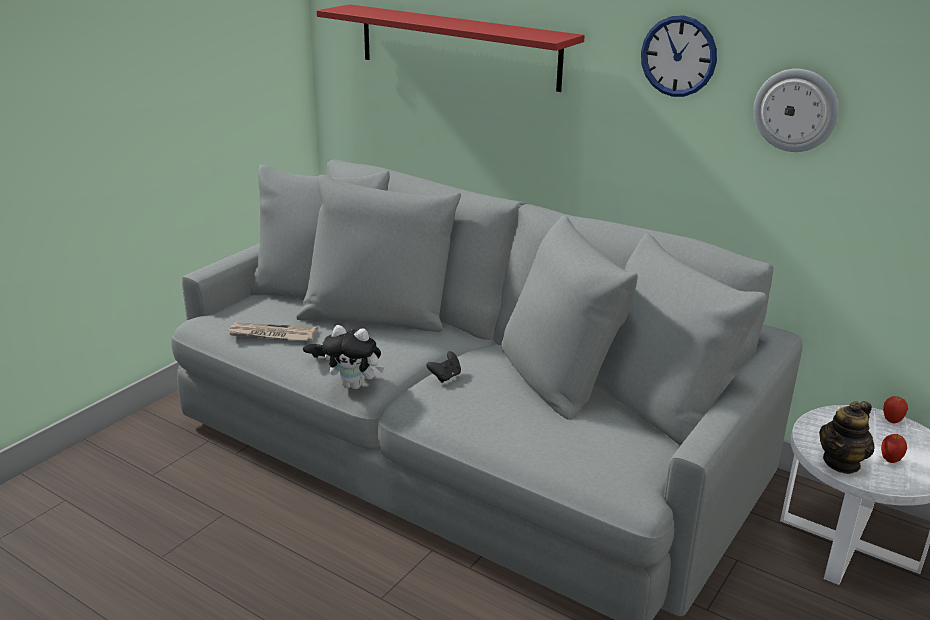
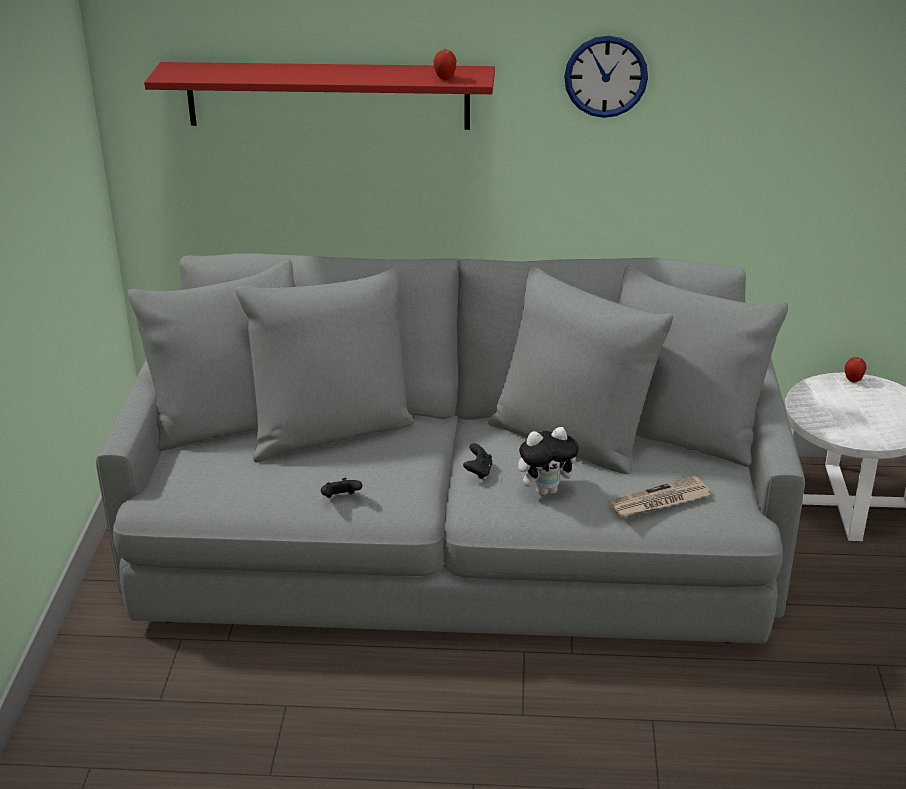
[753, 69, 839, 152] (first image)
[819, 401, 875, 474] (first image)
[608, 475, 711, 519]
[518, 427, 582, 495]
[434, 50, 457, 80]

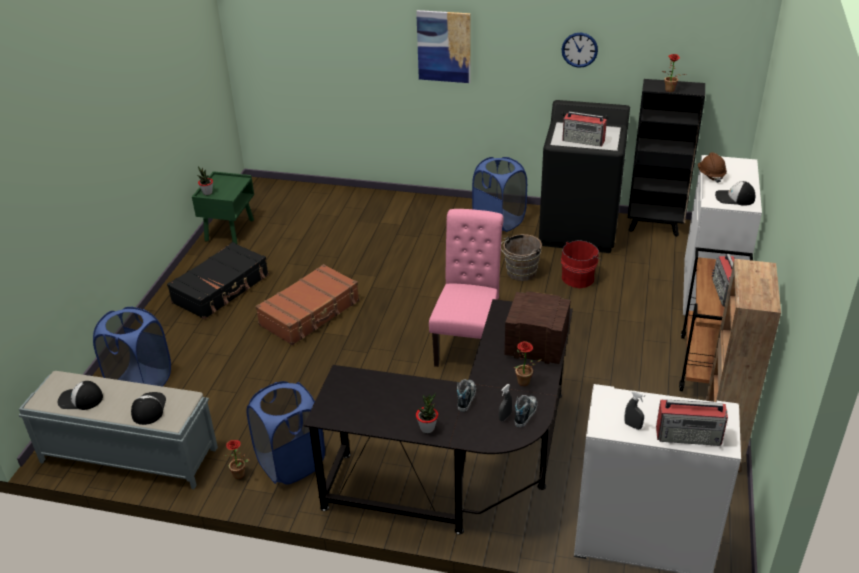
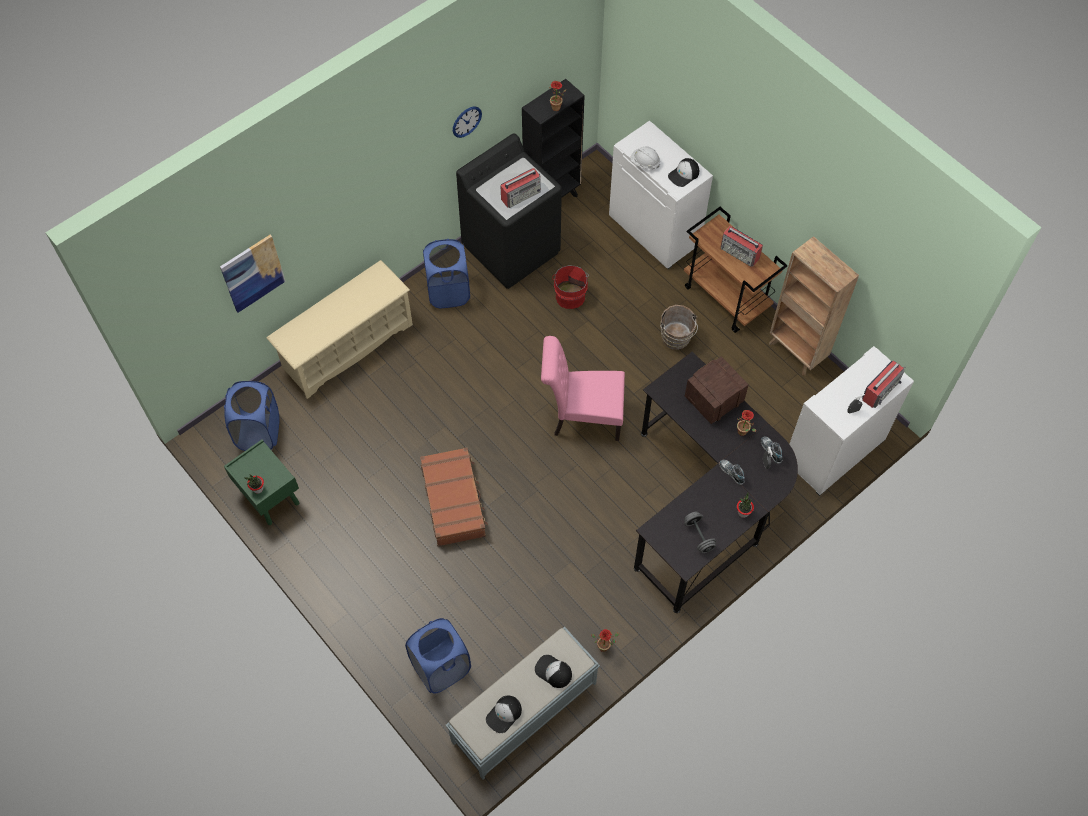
[167, 242, 269, 319] (first image)
[267, 260, 413, 399]
[684, 511, 716, 553]
[224, 381, 279, 451]
[220, 235, 286, 313]
[660, 305, 698, 350]
[630, 146, 660, 169]
[541, 336, 625, 441]

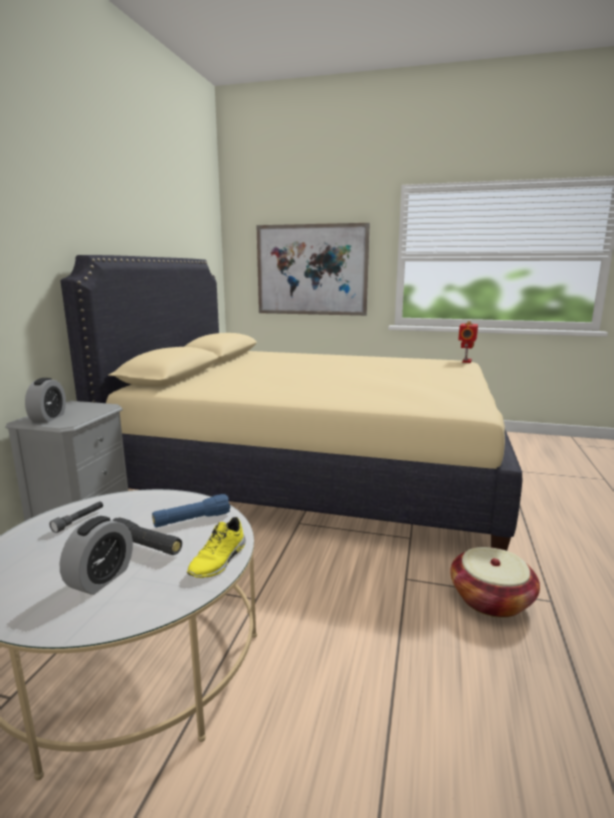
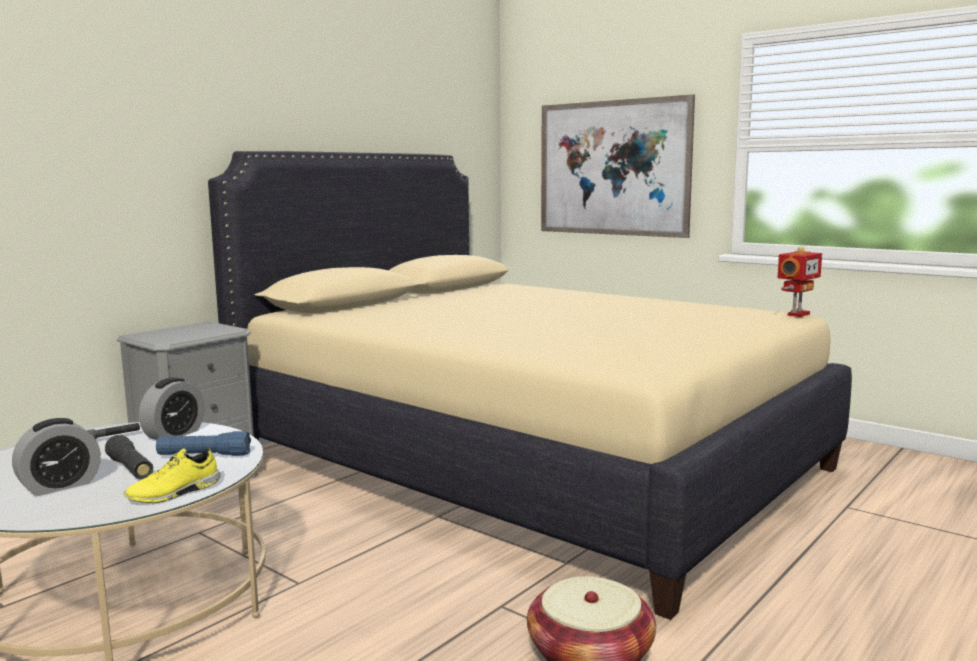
[139, 377, 205, 440]

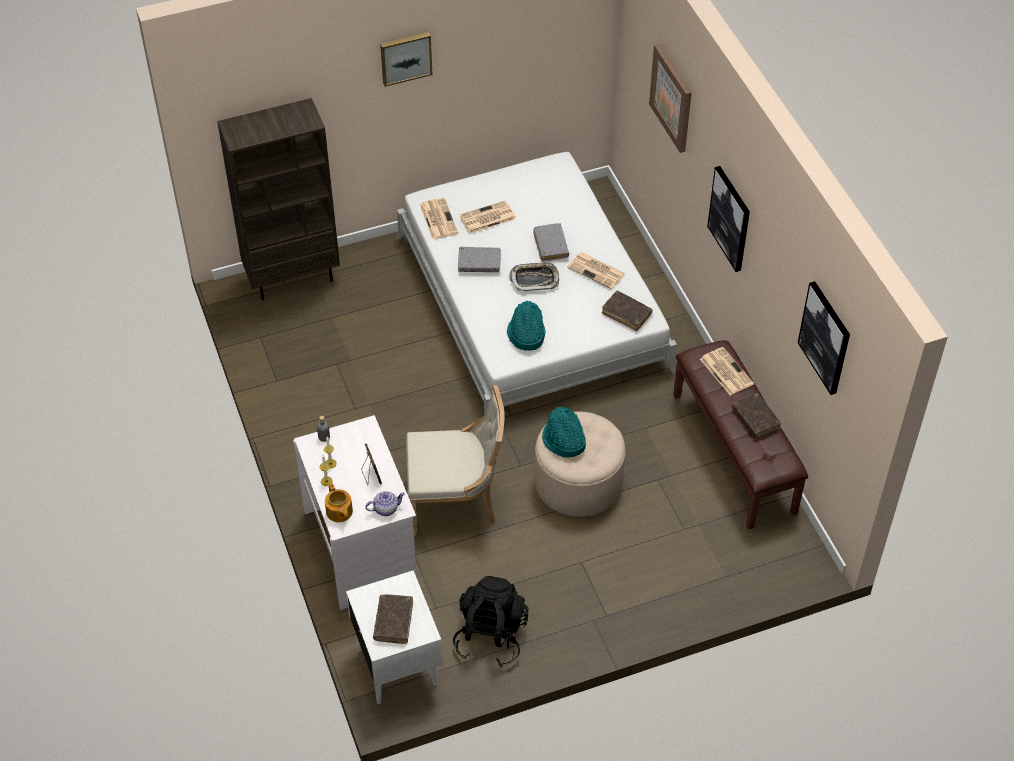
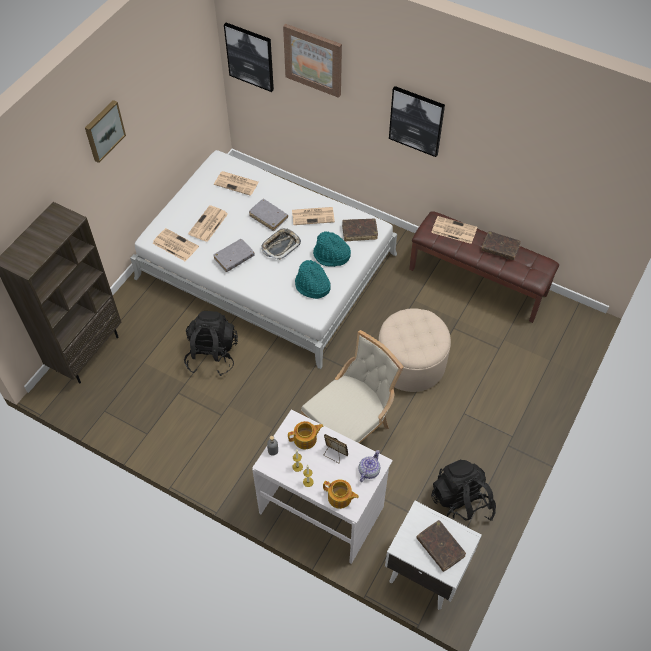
[184, 311, 238, 376]
[214, 171, 259, 196]
[288, 421, 323, 449]
[313, 231, 351, 267]
[224, 23, 274, 92]

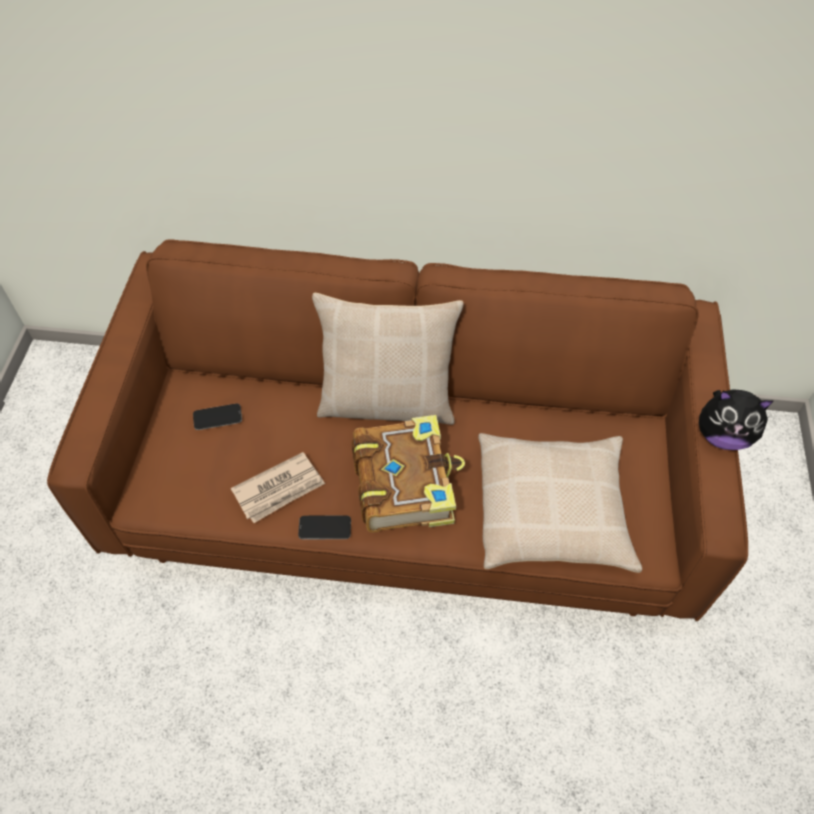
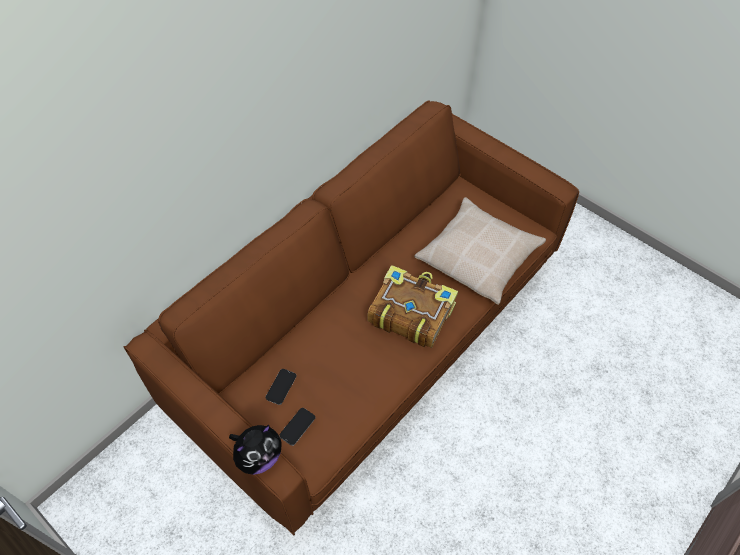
[231, 452, 325, 523] (first image)
[312, 293, 463, 425] (first image)
[279, 408, 315, 446]
[229, 425, 282, 475]

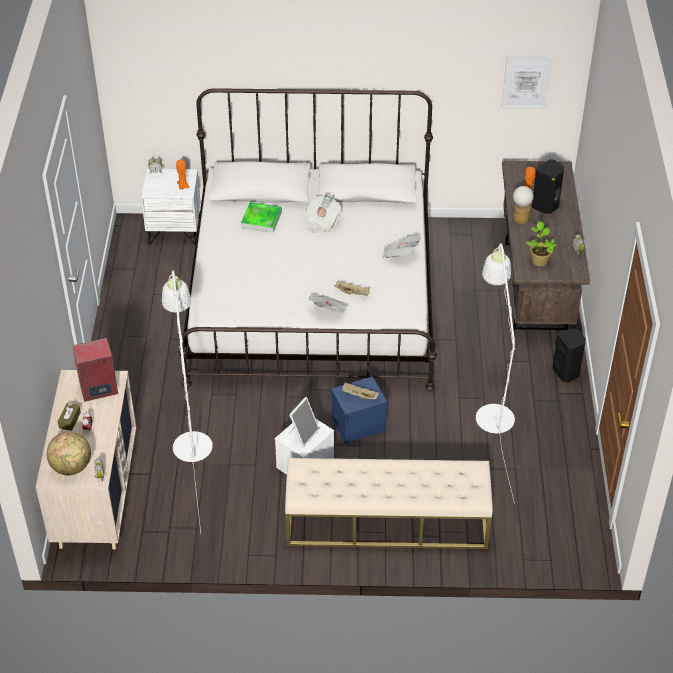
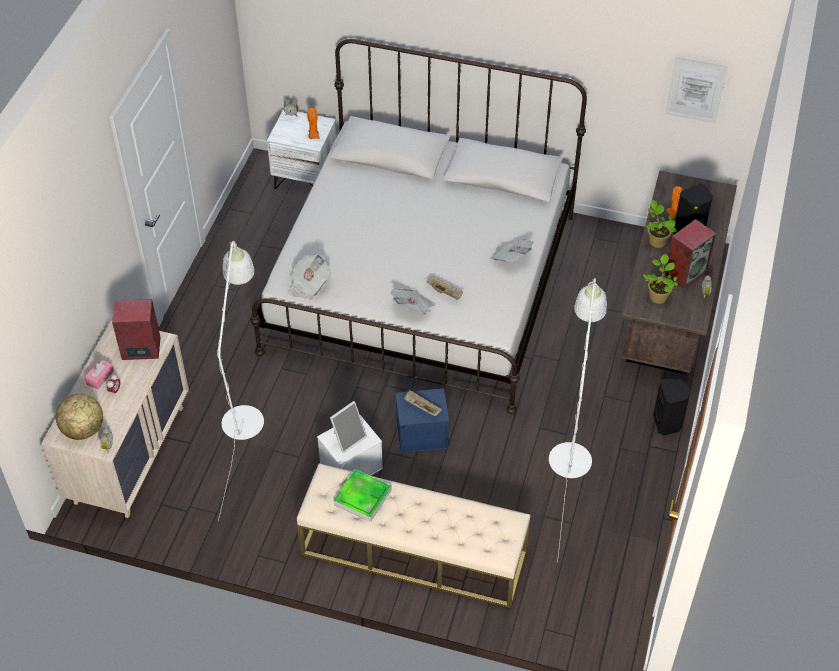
[664, 219, 716, 289]
[333, 469, 392, 522]
[289, 254, 331, 300]
[646, 200, 677, 248]
[85, 359, 114, 390]

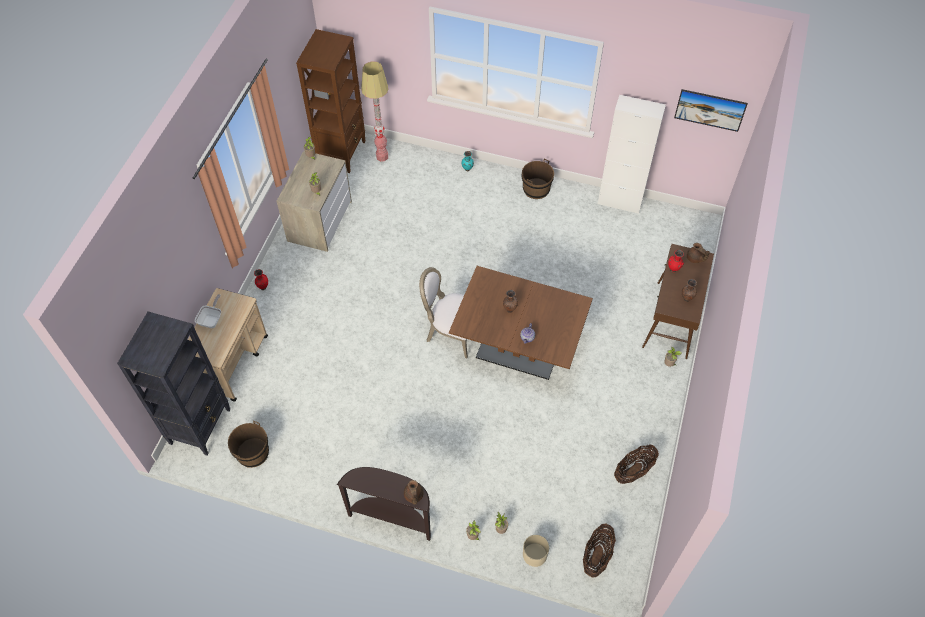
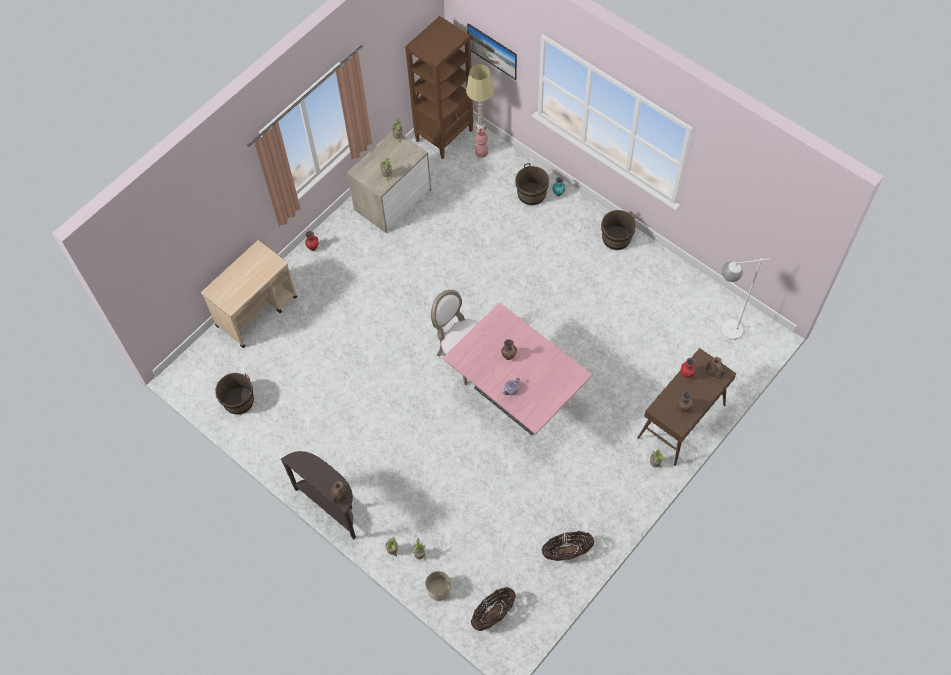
[117, 312, 230, 456] (first image)
[195, 294, 221, 328] (first image)
[598, 95, 666, 214] (first image)
[515, 163, 549, 205]
[721, 258, 770, 340]
[467, 23, 517, 80]
[443, 302, 592, 435]

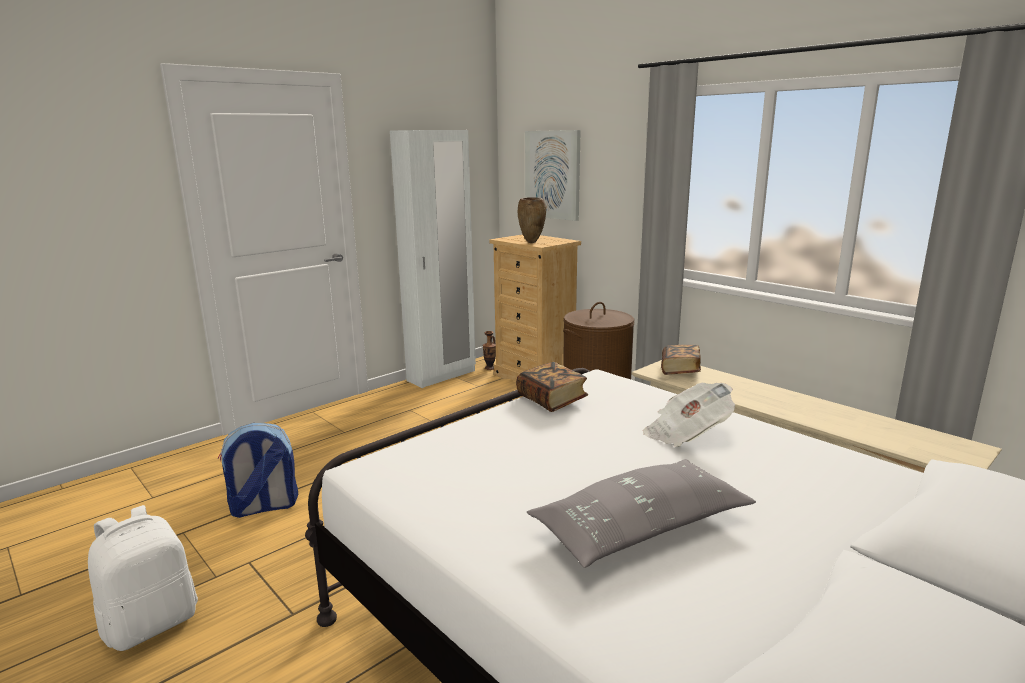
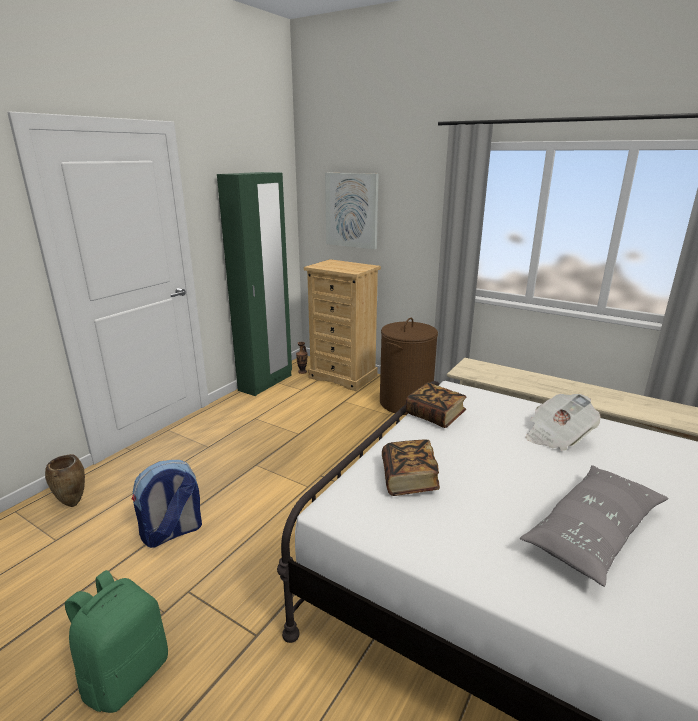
[45, 454, 85, 507]
[382, 440, 440, 496]
[65, 570, 168, 713]
[217, 172, 292, 396]

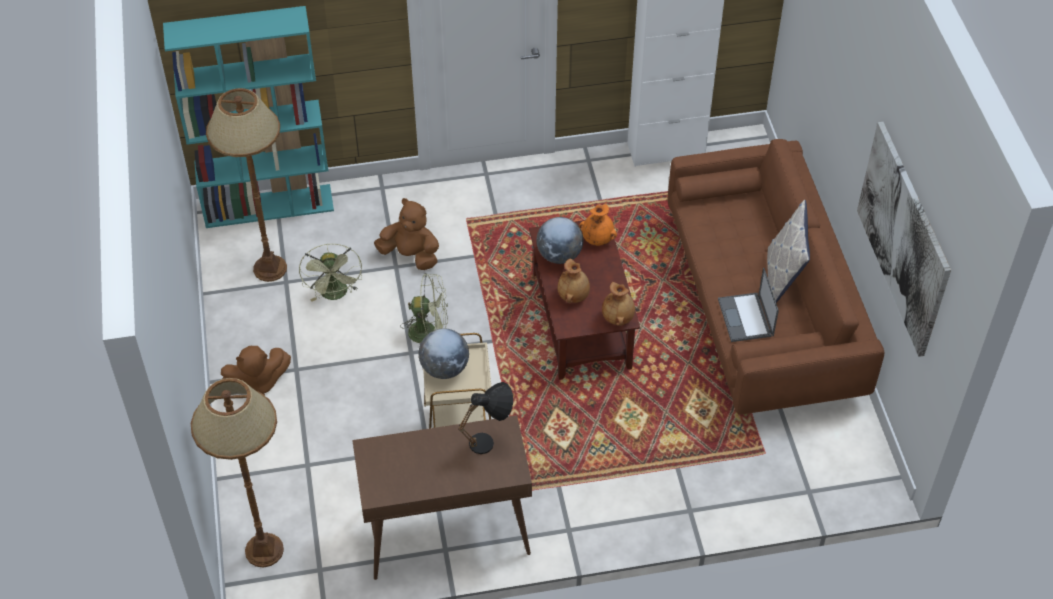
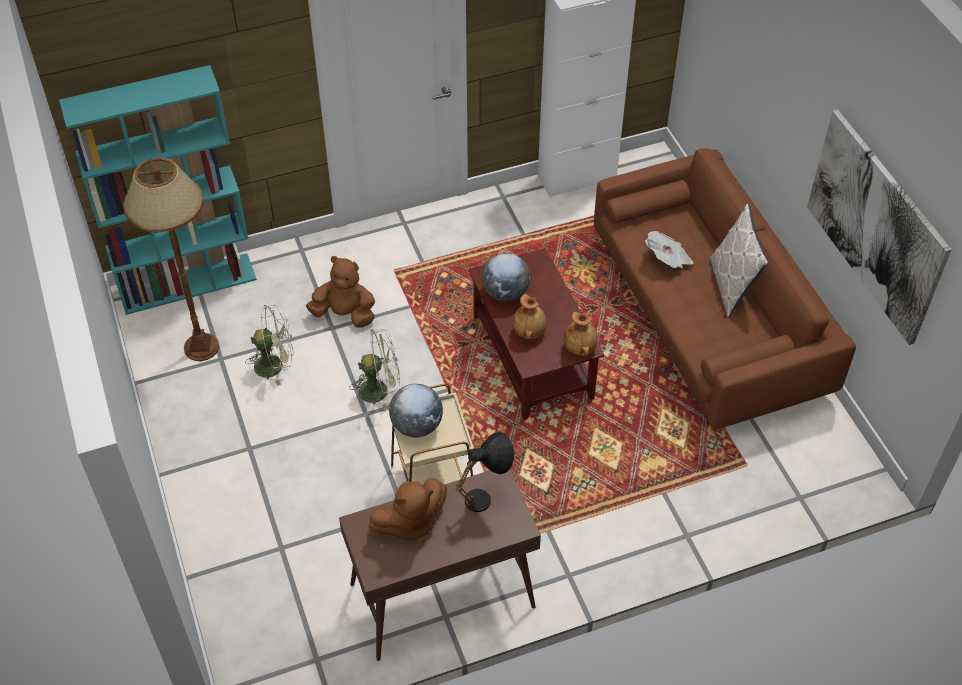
[191, 378, 284, 568] (first image)
[579, 204, 617, 246] (first image)
[718, 268, 779, 342] (first image)
[645, 231, 694, 268]
[369, 477, 447, 543]
[245, 305, 293, 386]

